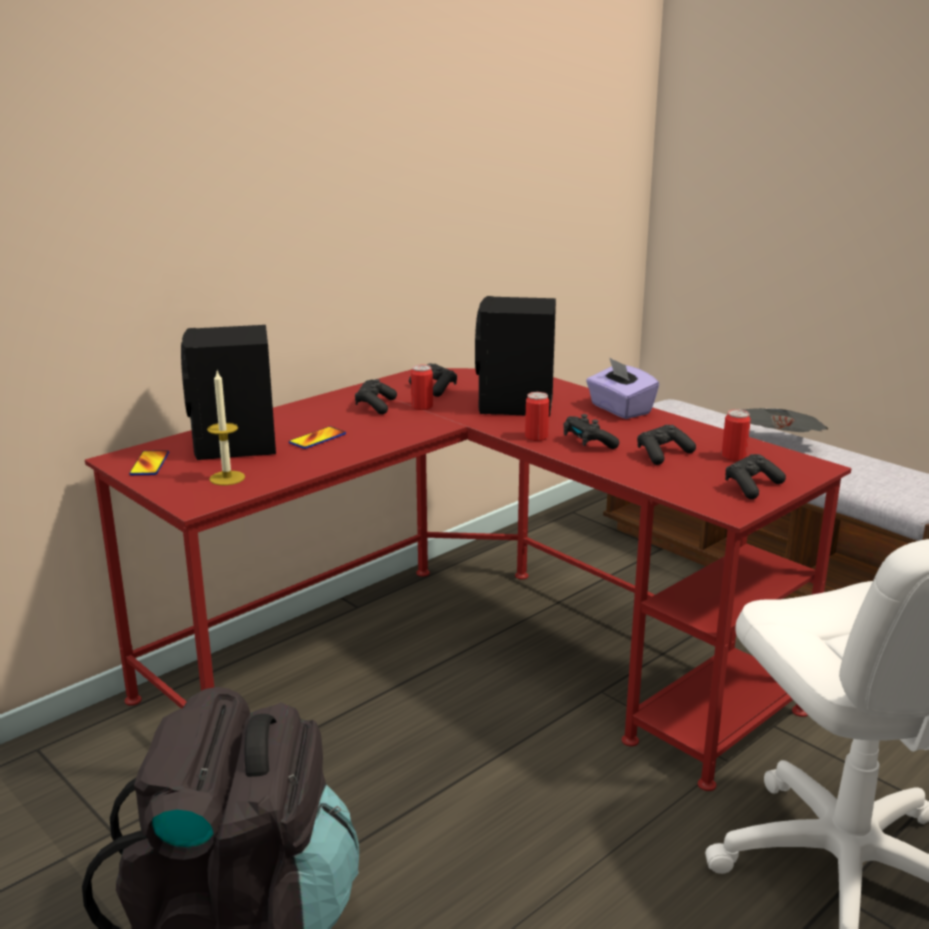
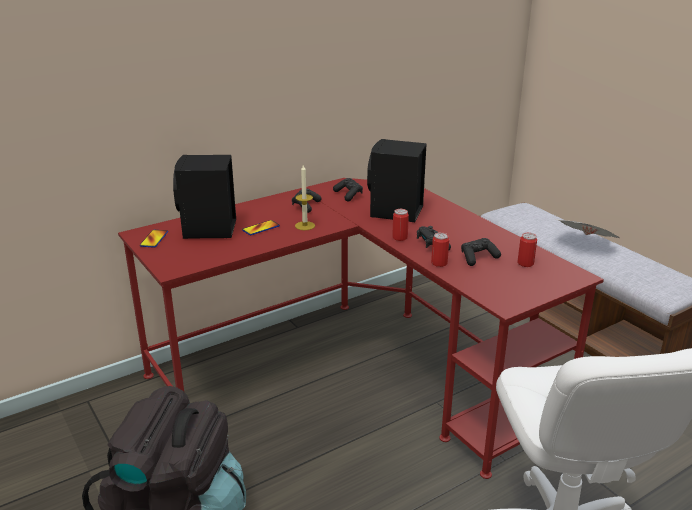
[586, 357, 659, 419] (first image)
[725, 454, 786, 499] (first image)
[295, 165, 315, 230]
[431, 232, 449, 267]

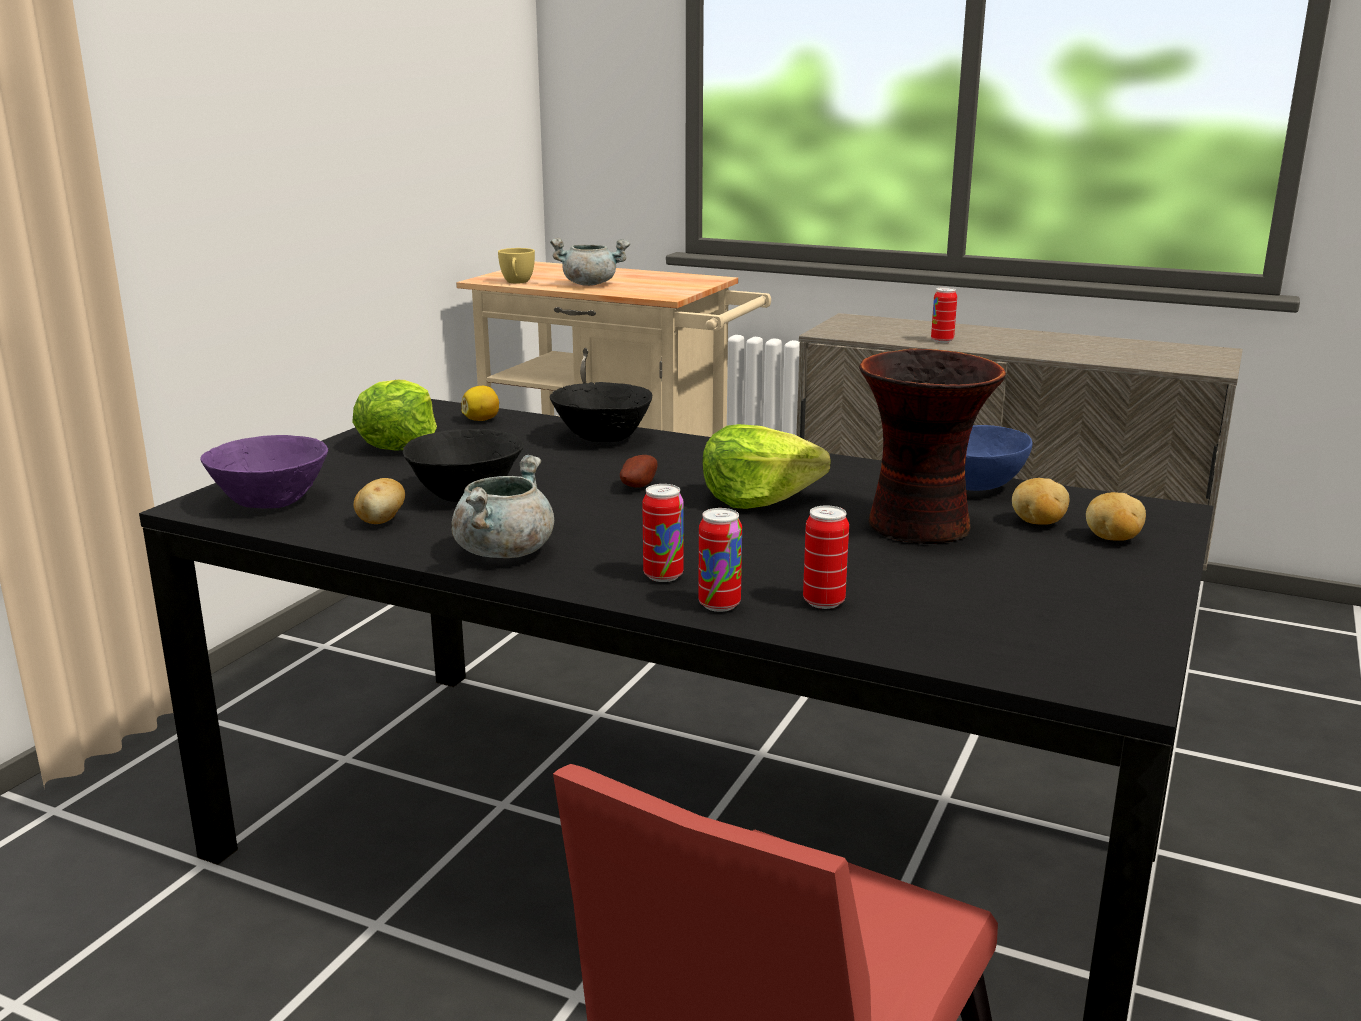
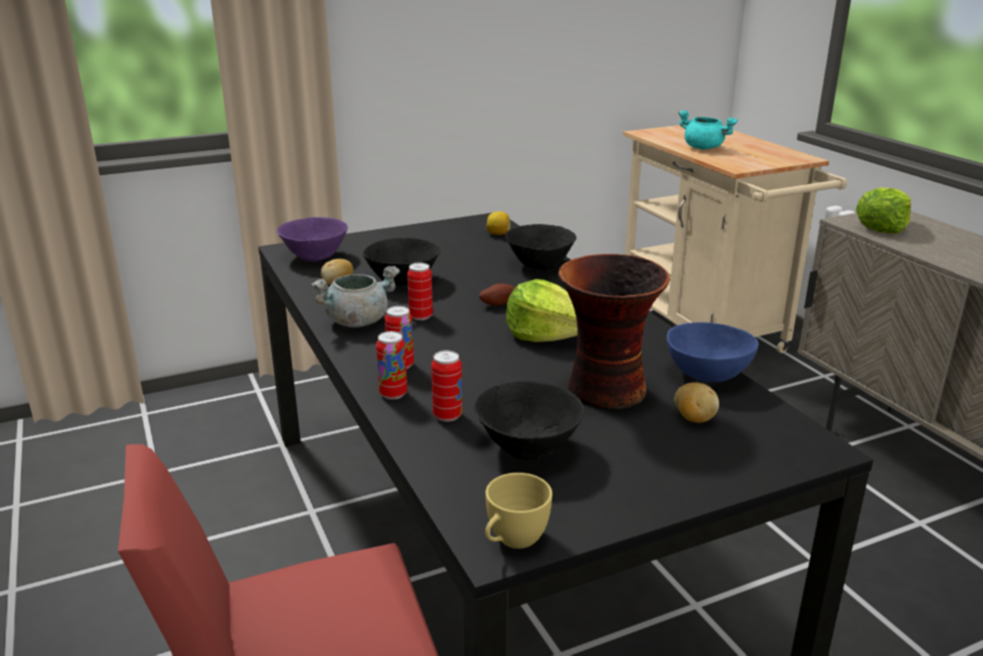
[1086, 492, 1146, 541] (first image)
[474, 381, 584, 460]
[856, 188, 911, 233]
[485, 473, 552, 549]
[407, 263, 433, 320]
[678, 110, 738, 149]

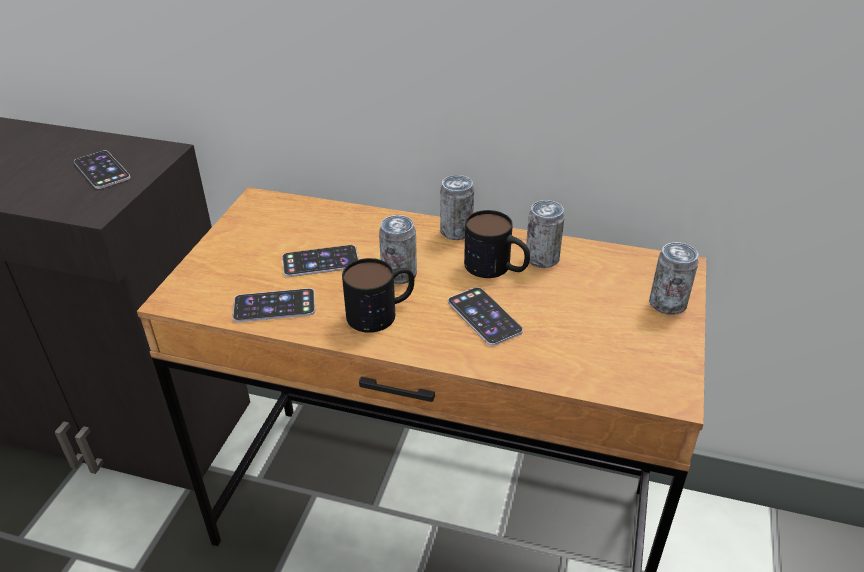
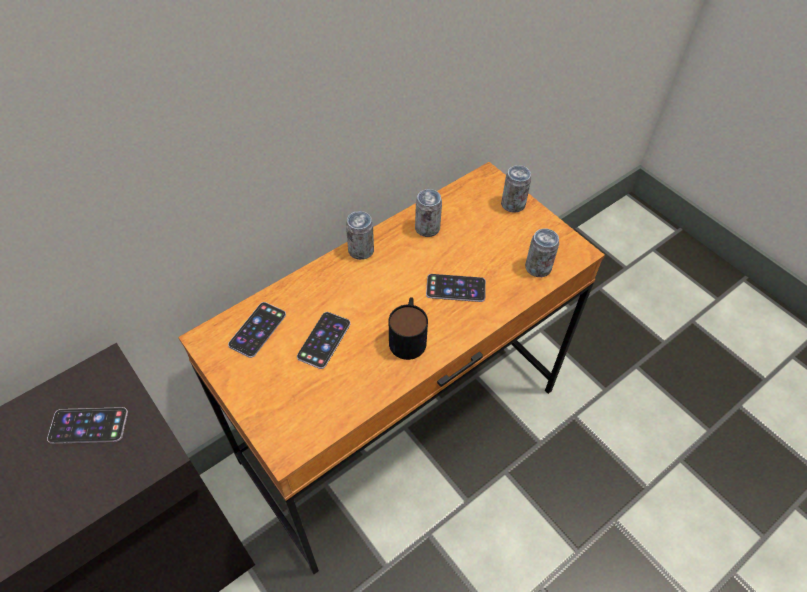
[464, 210, 530, 278] (first image)
[228, 302, 286, 358]
[525, 229, 559, 277]

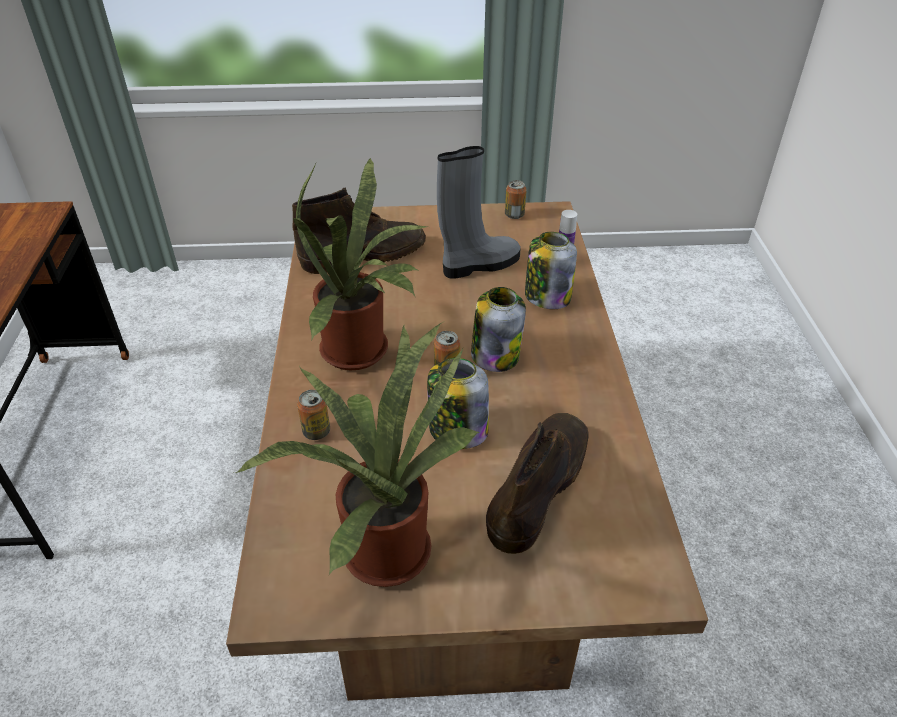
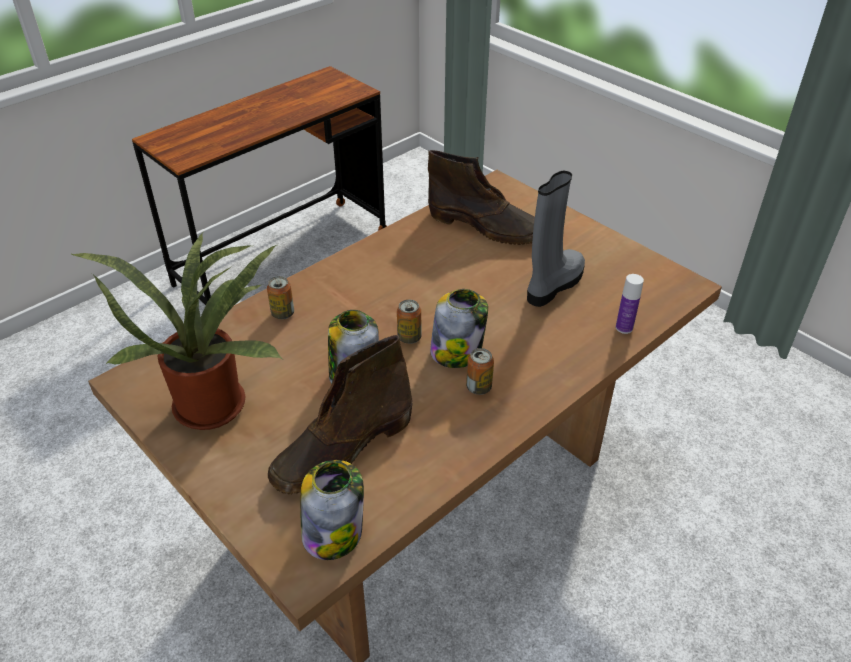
[293, 157, 427, 371] (first image)
[466, 348, 494, 395]
[300, 460, 364, 560]
[527, 171, 585, 307]
[268, 335, 413, 495]

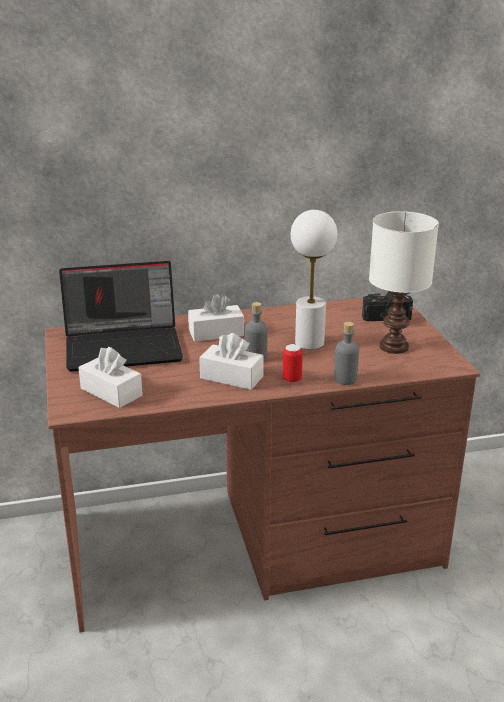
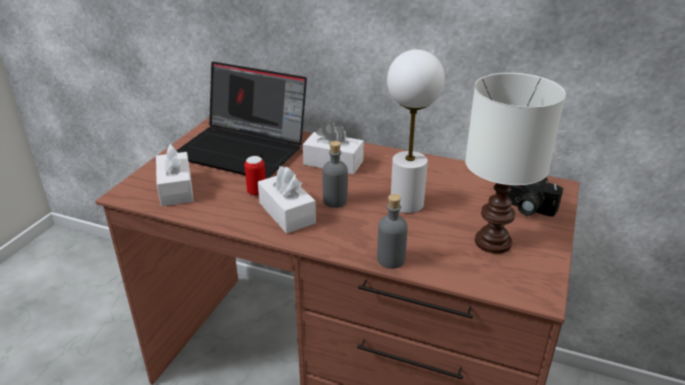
[244, 156, 266, 196]

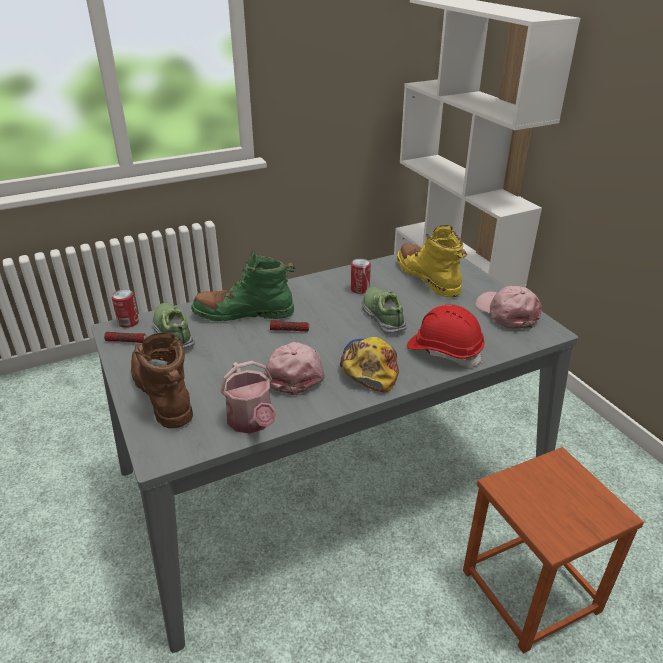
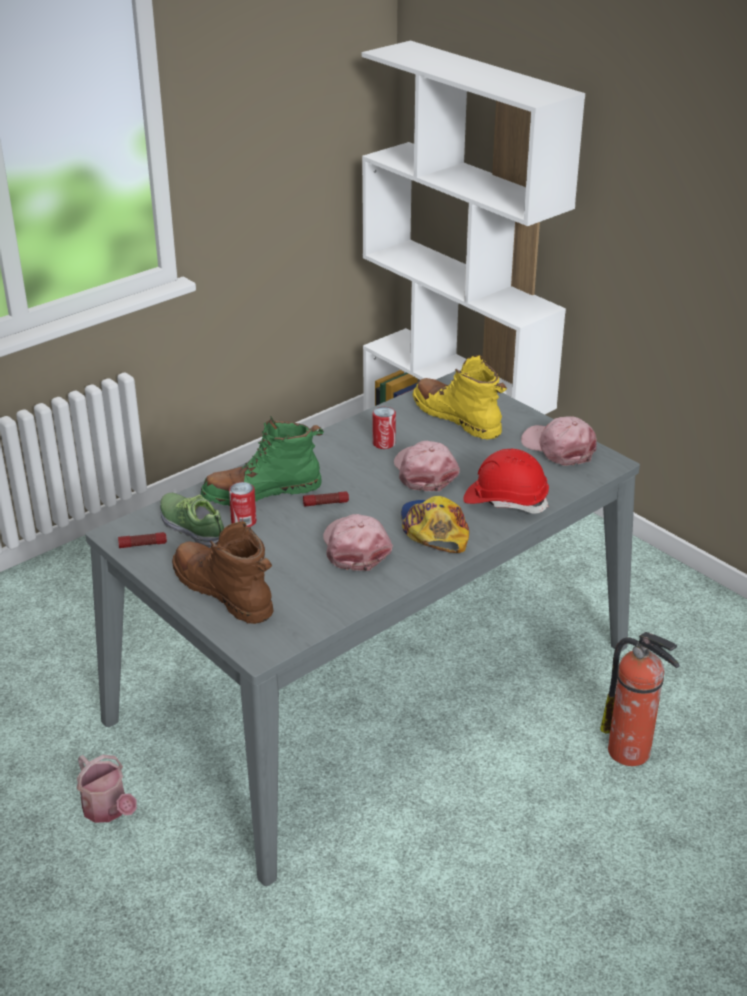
[229, 482, 256, 527]
[77, 755, 137, 823]
[394, 441, 460, 492]
[600, 632, 679, 766]

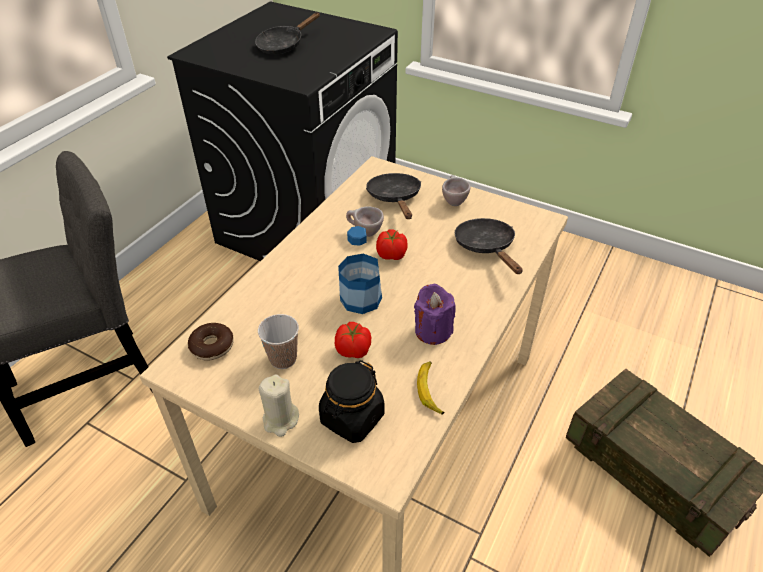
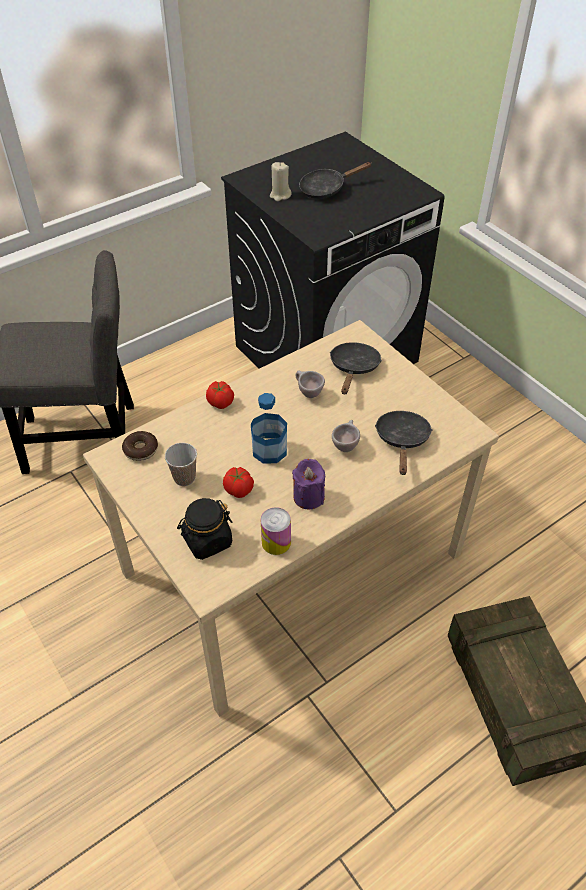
[270, 162, 292, 201]
[206, 381, 234, 409]
[332, 420, 360, 452]
[261, 507, 291, 555]

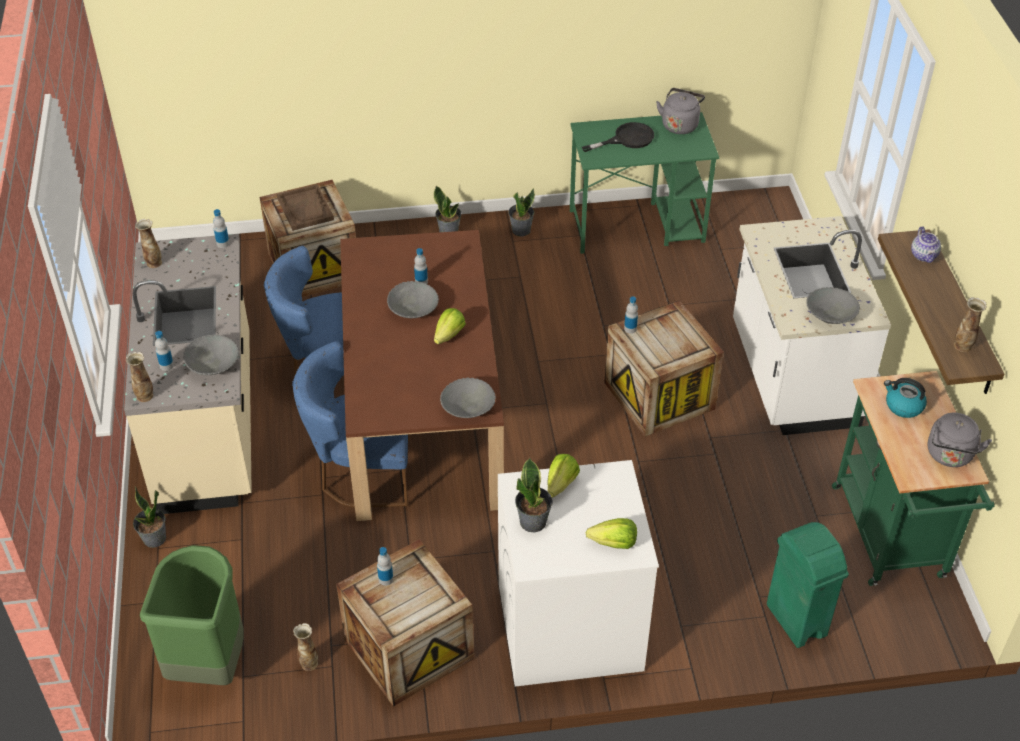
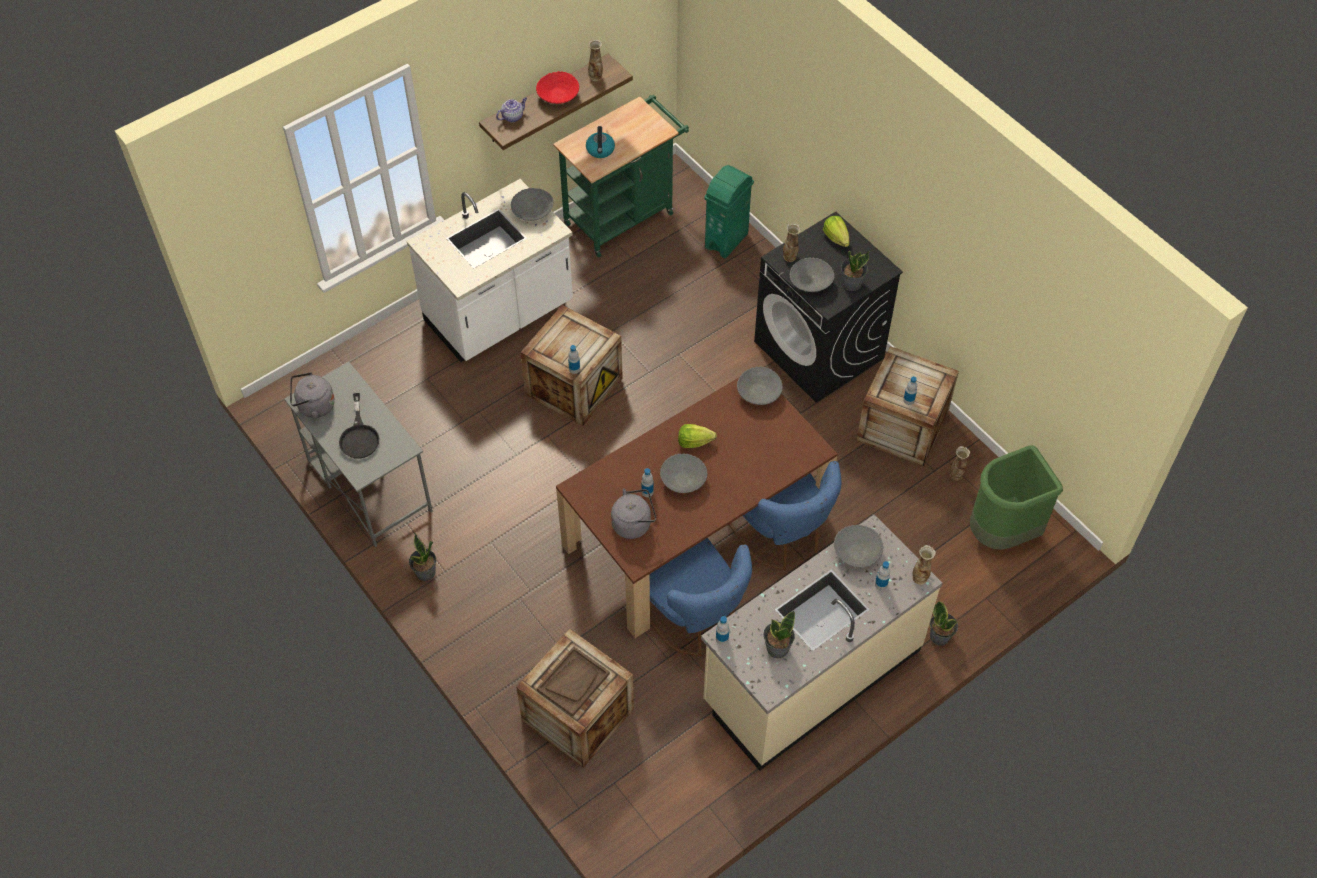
[536, 71, 579, 104]
[783, 223, 801, 262]
[763, 611, 795, 658]
[611, 489, 656, 539]
[789, 258, 835, 292]
[754, 212, 903, 403]
[284, 362, 433, 547]
[339, 393, 380, 458]

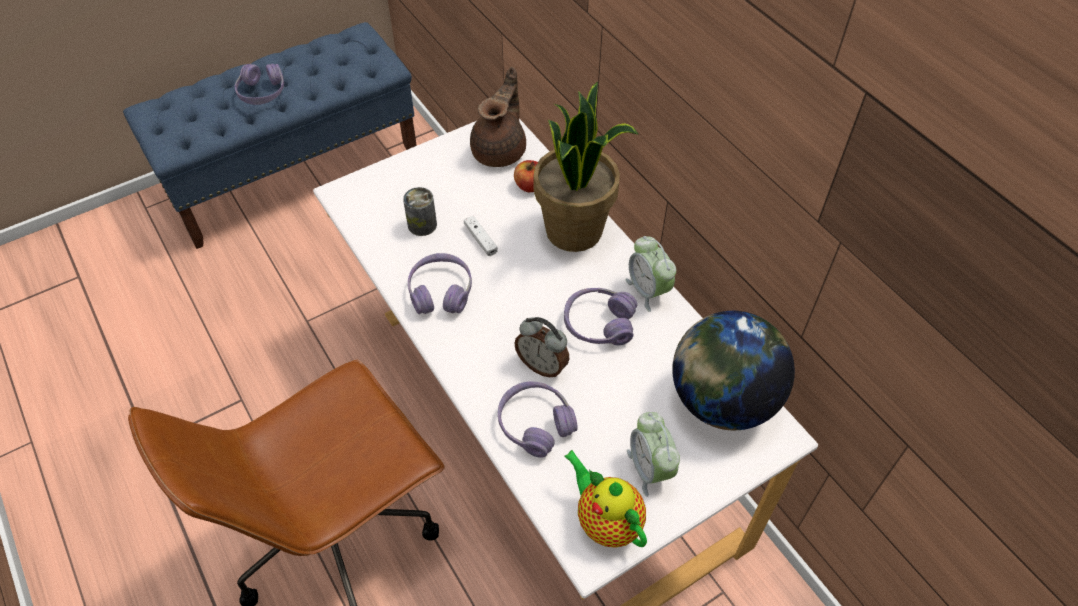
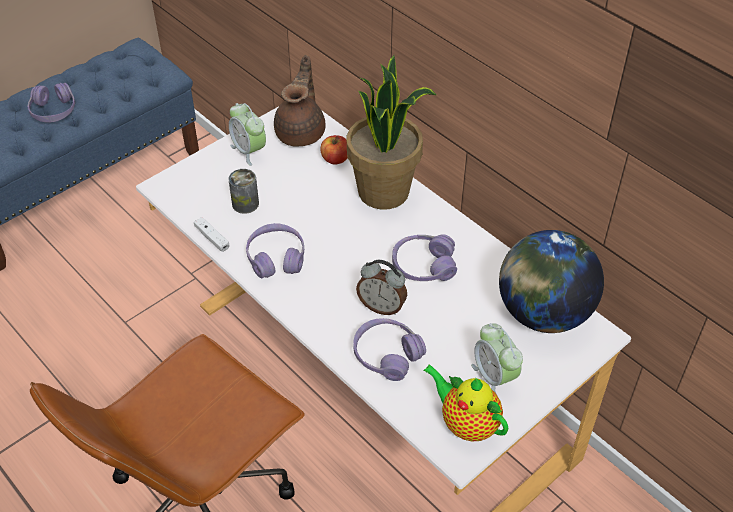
[194, 217, 229, 252]
[229, 103, 266, 166]

